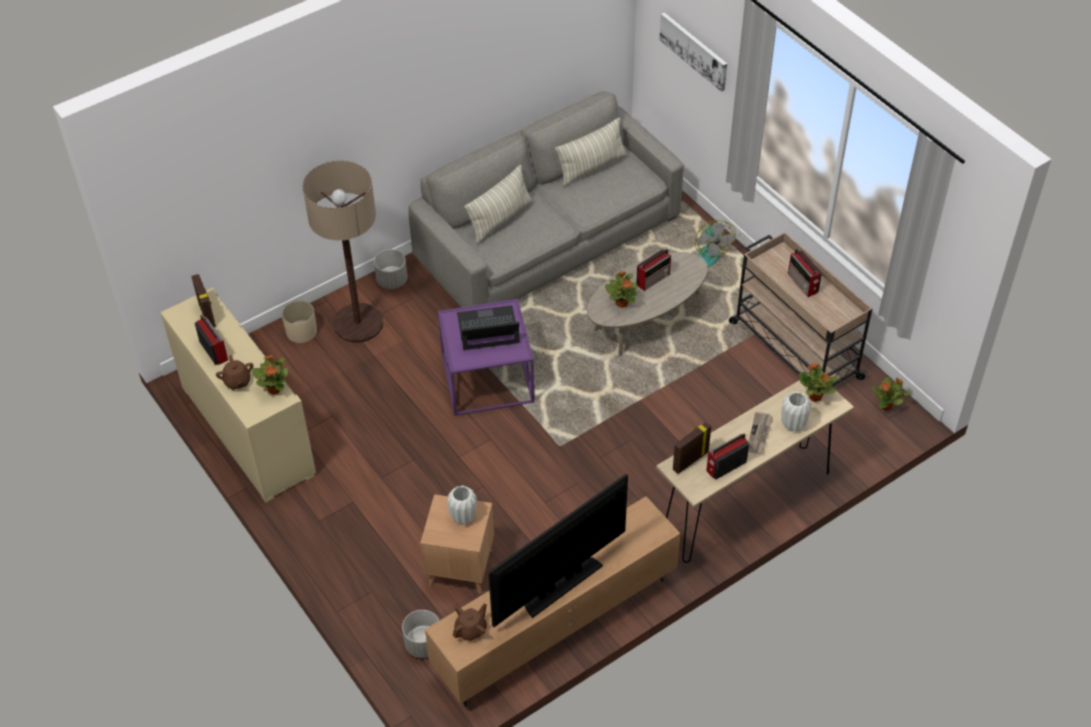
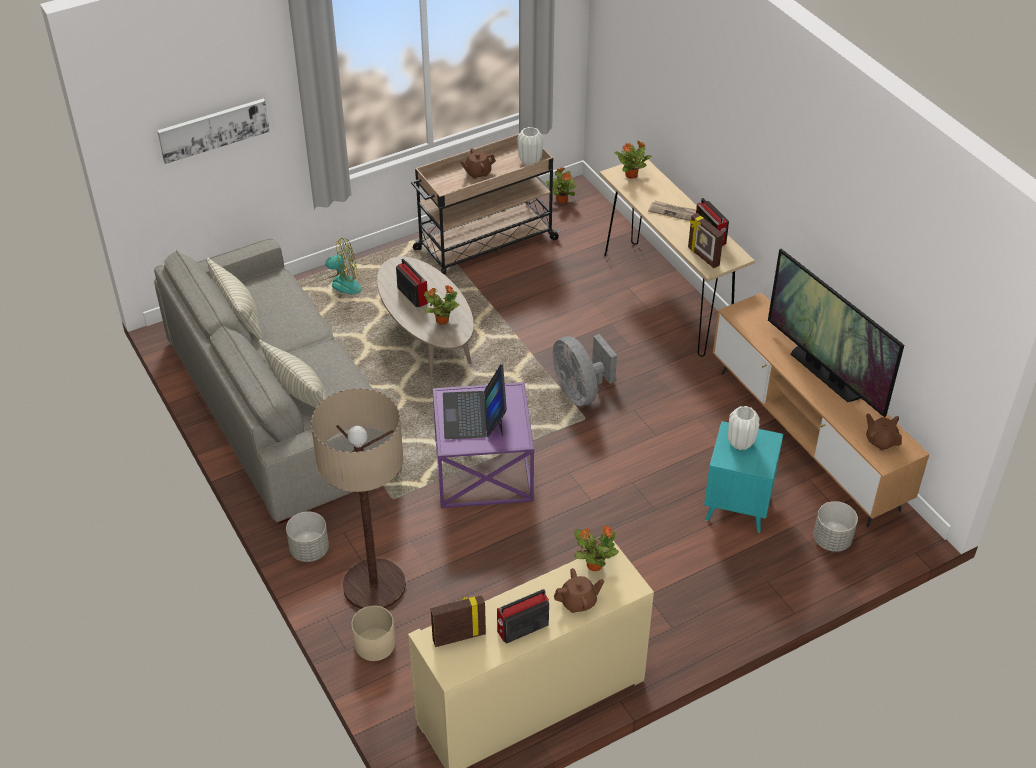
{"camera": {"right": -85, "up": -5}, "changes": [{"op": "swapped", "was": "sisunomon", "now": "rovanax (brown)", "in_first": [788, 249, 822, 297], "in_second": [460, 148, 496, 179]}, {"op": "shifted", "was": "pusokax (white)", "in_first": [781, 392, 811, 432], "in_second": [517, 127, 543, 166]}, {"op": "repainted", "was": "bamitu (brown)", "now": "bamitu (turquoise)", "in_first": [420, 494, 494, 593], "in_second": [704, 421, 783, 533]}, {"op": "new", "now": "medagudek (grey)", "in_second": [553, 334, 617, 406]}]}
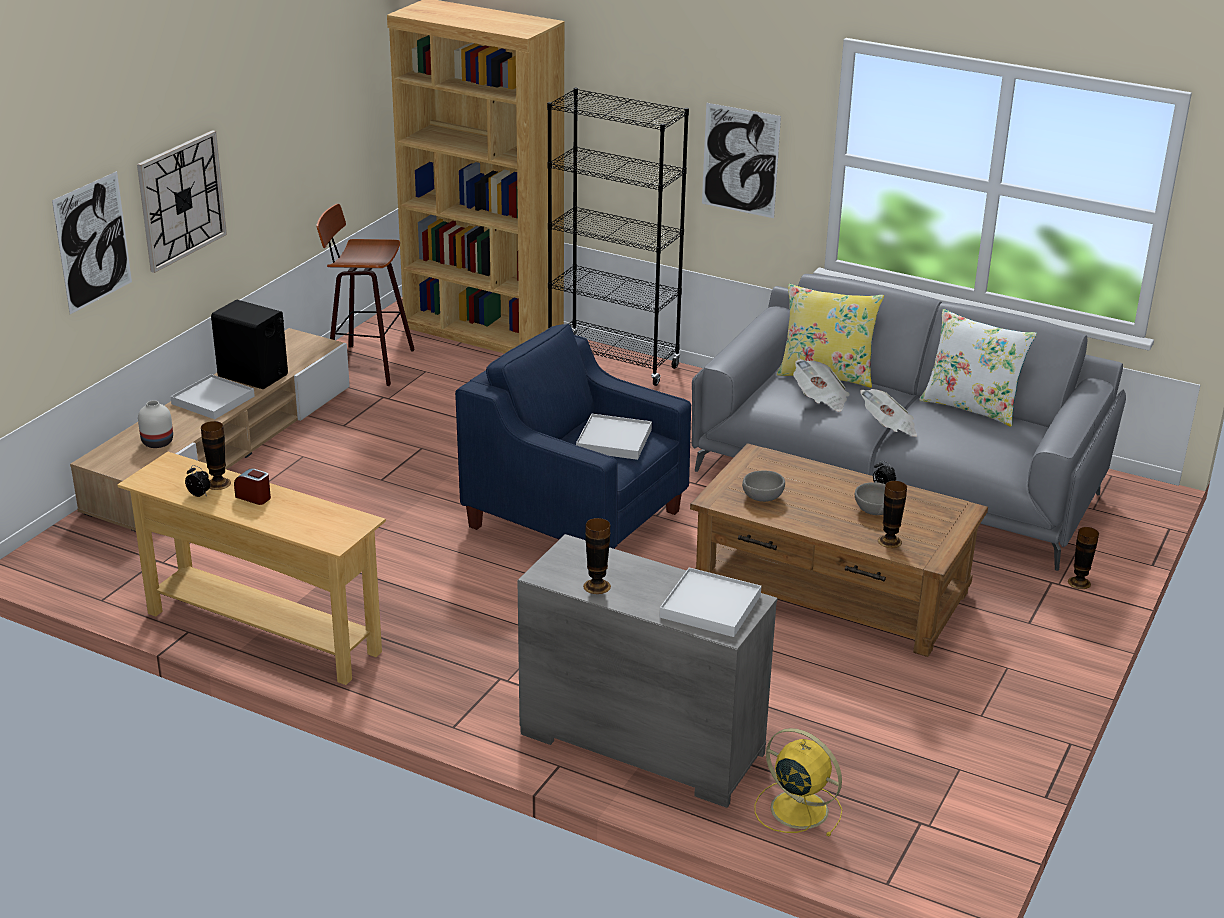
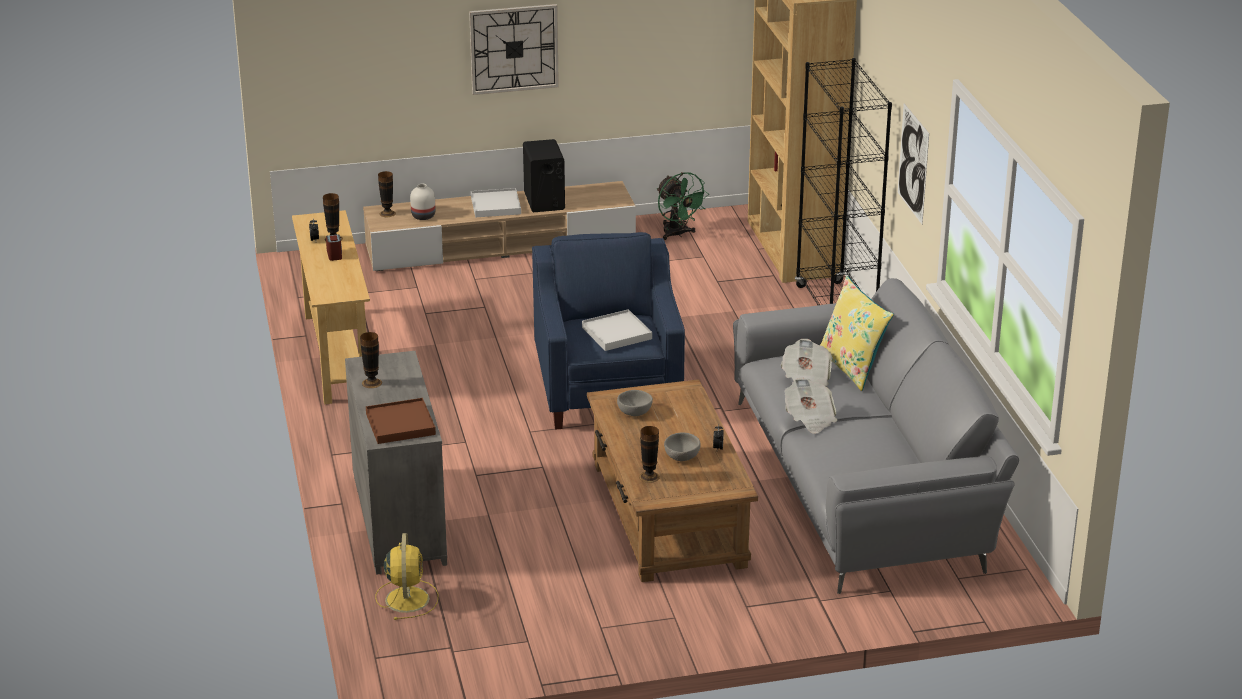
{"camera": {"right": 50, "up": 0}, "changes": [{"op": "gone", "was": "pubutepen", "in_first": [52, 171, 132, 314]}, {"op": "swapped", "was": "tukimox", "now": "medagudek (green)", "in_first": [316, 204, 415, 386], "in_second": [657, 172, 709, 240]}, {"op": "gone", "was": "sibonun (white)", "in_first": [919, 309, 1037, 427]}, {"op": "shifted", "was": "pusokax", "in_first": [1068, 527, 1099, 589], "in_second": [378, 171, 396, 217]}, {"op": "repainted", "was": "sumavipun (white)", "now": "sumavipun (brown)", "in_first": [660, 567, 761, 637], "in_second": [366, 398, 436, 444]}]}
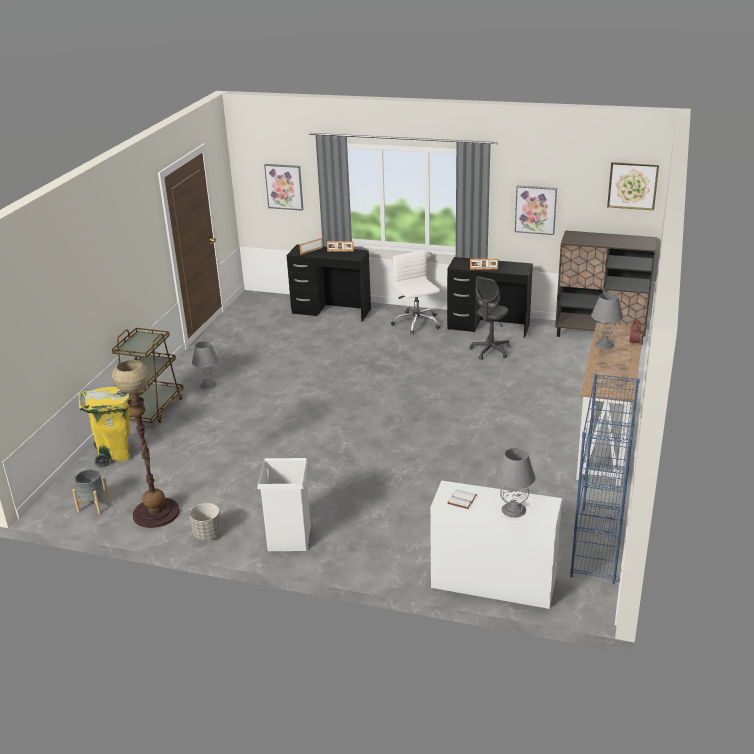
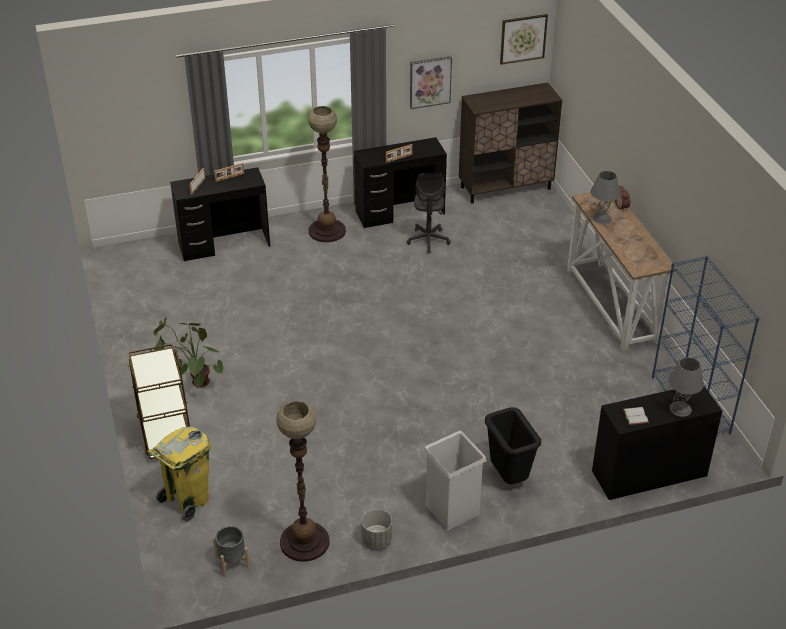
{"camera": {"right": -35, "up": 10}, "changes": [{"op": "gone", "was": "pubutepen", "in_first": [264, 164, 303, 211]}, {"op": "swapped", "was": "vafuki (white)", "now": "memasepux", "in_first": [391, 250, 440, 335], "in_second": [308, 106, 346, 242]}, {"op": "swapped", "was": "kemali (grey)", "now": "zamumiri", "in_first": [192, 341, 219, 389], "in_second": [153, 317, 223, 388]}, {"op": "repainted", "was": "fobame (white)", "now": "fobame (black)", "in_first": [430, 481, 562, 609], "in_second": [592, 386, 722, 500]}, {"op": "new", "now": "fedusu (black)", "in_second": [485, 407, 541, 484]}]}
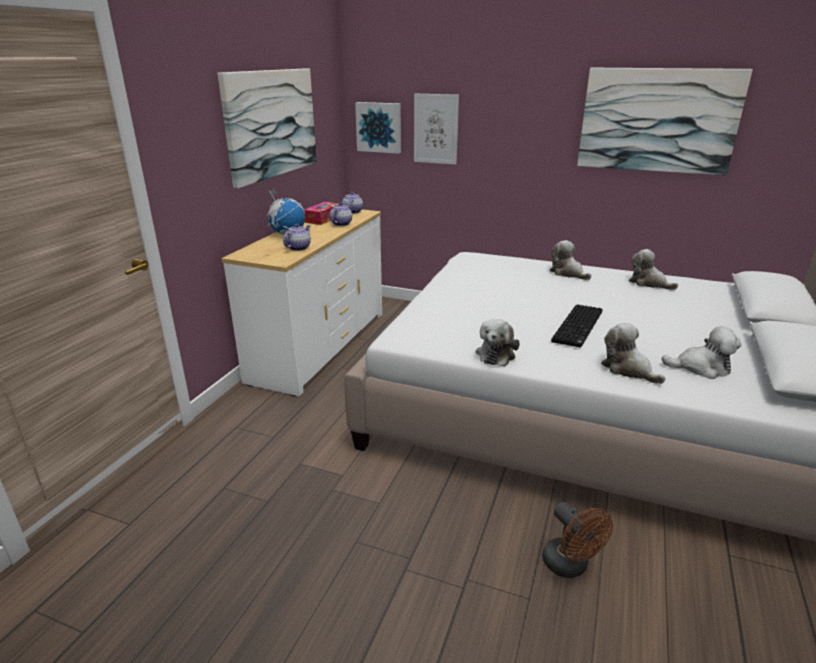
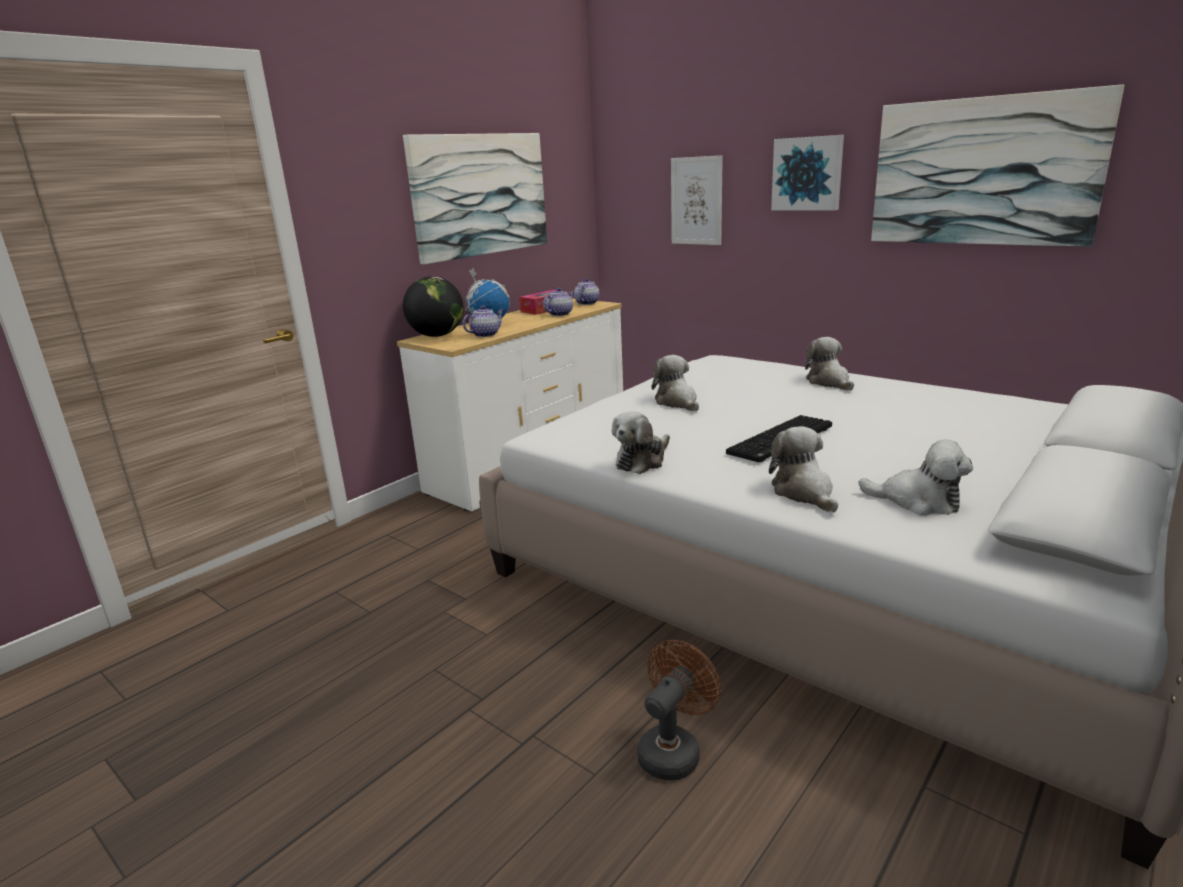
{"camera": {"right": 20, "up": -5}, "changes": [{"op": "shifted", "was": "pubutepen", "in_first": [355, 102, 401, 154], "in_second": [771, 135, 844, 210]}, {"op": "shifted", "was": "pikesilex", "in_first": [629, 249, 678, 290], "in_second": [652, 355, 699, 411]}, {"op": "rotated", "was": "medagudek (brown)", "in_first": [542, 502, 613, 578], "in_second": [637, 640, 721, 781], "clockwise": -135}, {"op": "new", "now": "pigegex", "in_second": [403, 276, 464, 337]}]}
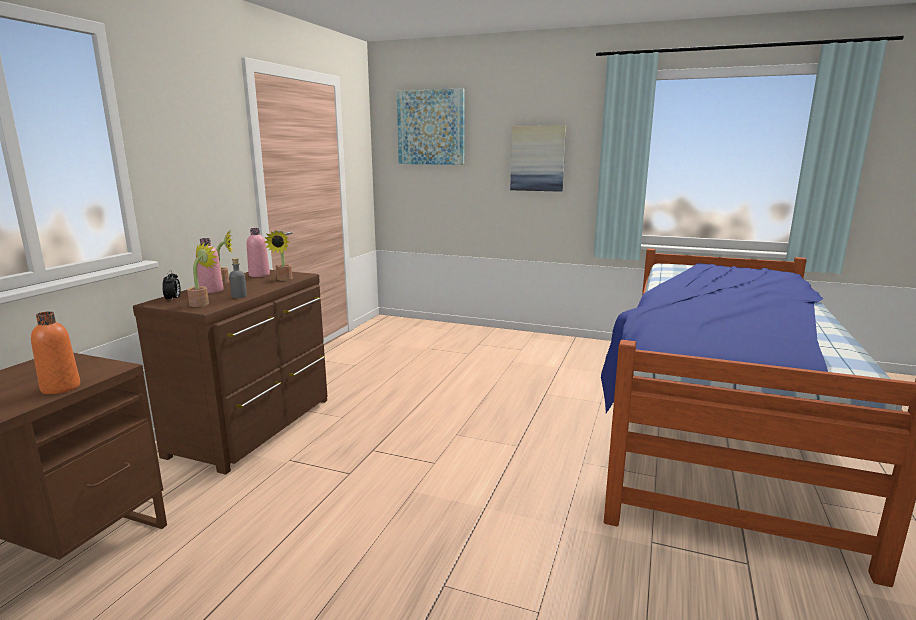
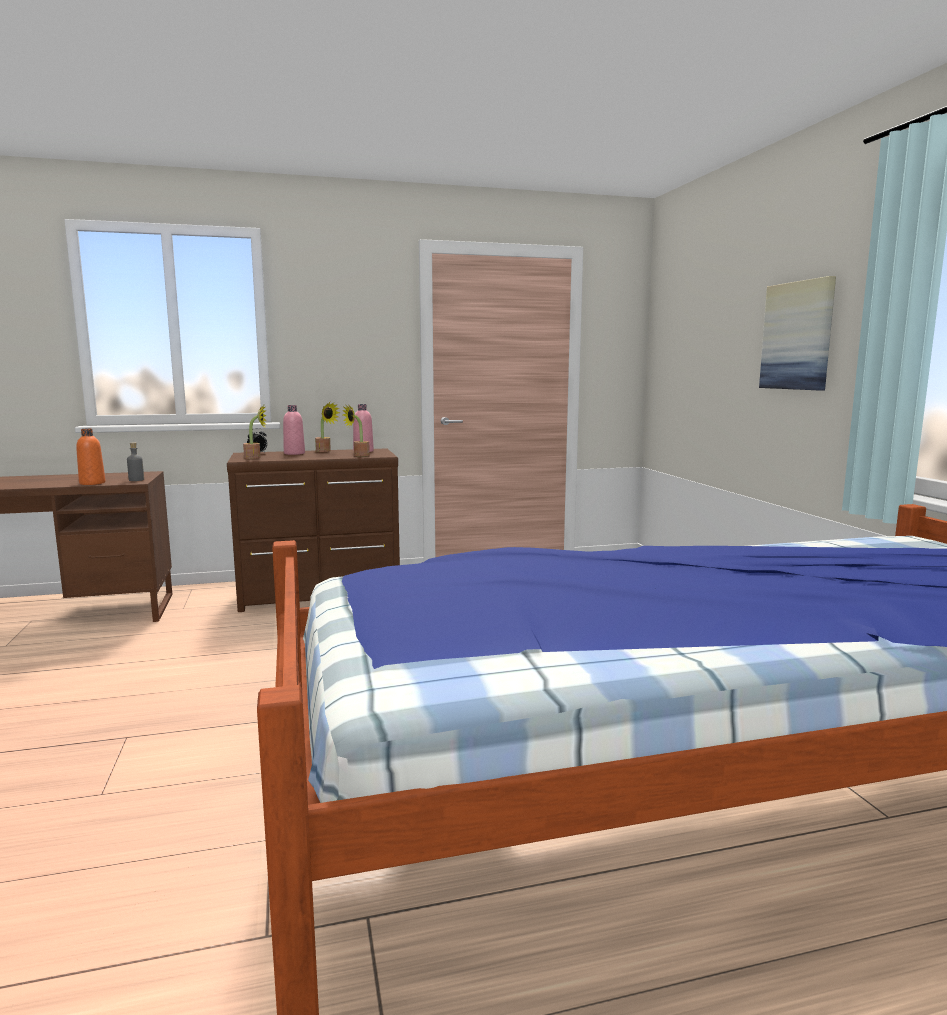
{"camera": {"right": 55, "up": -5}, "changes": [{"op": "gone", "was": "pubutepen", "in_first": [397, 88, 465, 165]}, {"op": "shifted", "was": "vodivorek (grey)", "in_first": [229, 258, 247, 298], "in_second": [127, 442, 144, 481]}]}
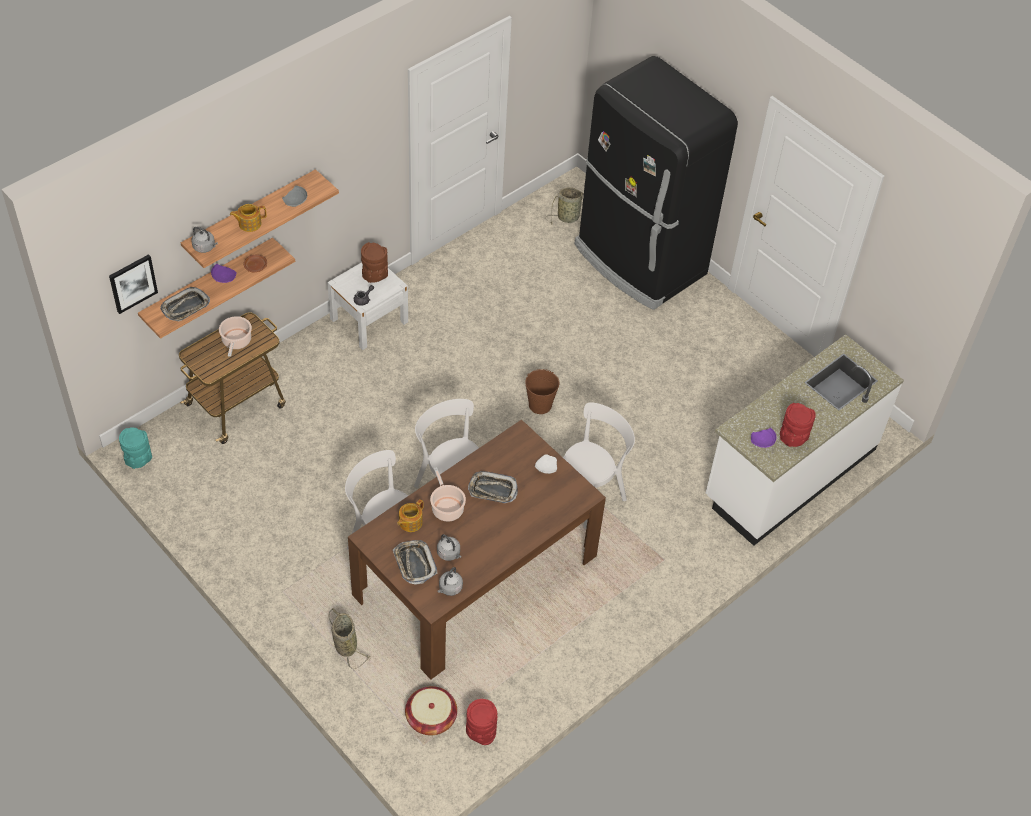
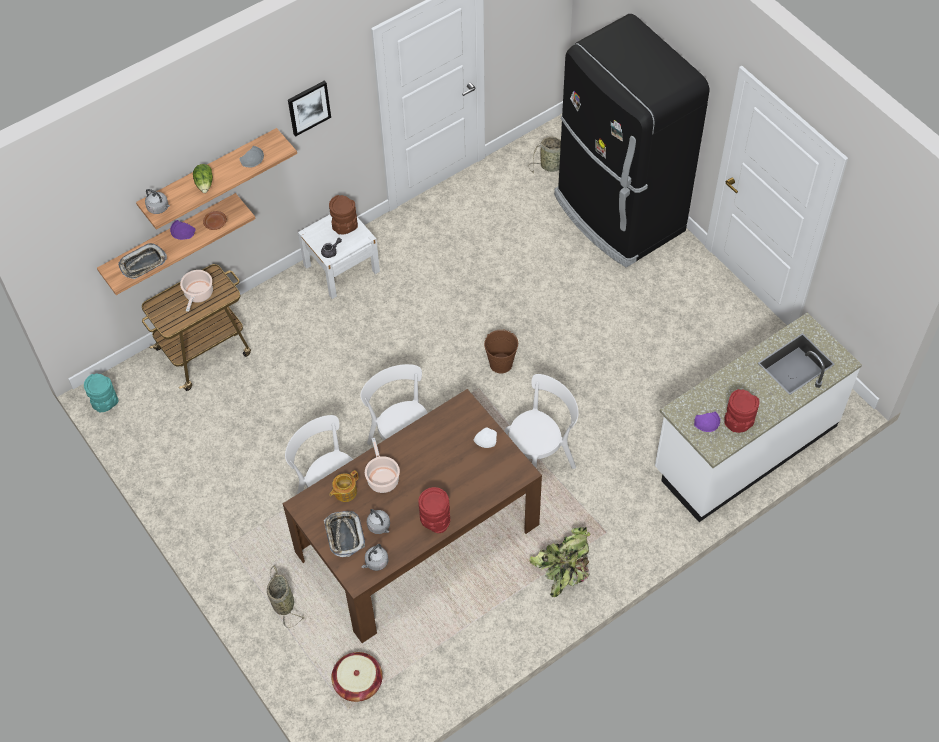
{"camera": {"right": 10, "up": 5}, "changes": [{"op": "swapped", "was": "rovanax", "now": "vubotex", "in_first": [230, 204, 266, 232], "in_second": [193, 164, 213, 193]}, {"op": "shifted", "was": "pubutepen", "in_first": [109, 254, 158, 314], "in_second": [288, 80, 331, 137]}, {"op": "gone", "was": "sumavipun", "in_first": [468, 471, 518, 503]}, {"op": "shifted", "was": "pusokax (red)", "in_first": [466, 699, 497, 745], "in_second": [418, 487, 450, 533]}, {"op": "new", "now": "zamumiri", "in_second": [529, 527, 590, 597]}]}
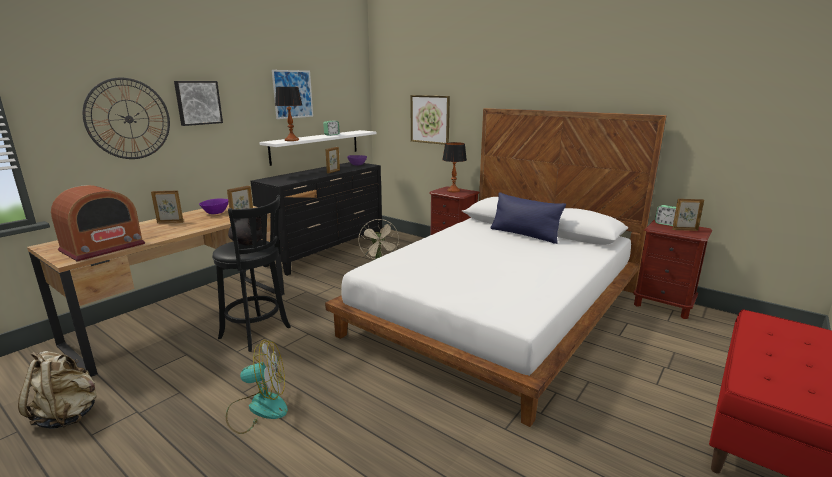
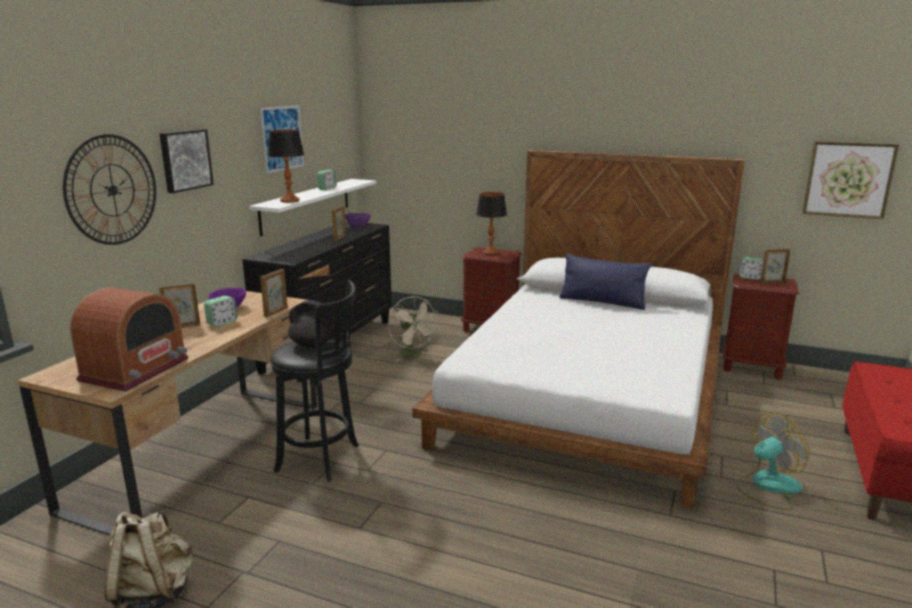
{"camera": {"right": -15, "up": 0}, "changes": [{"op": "shifted", "was": "pubutepen", "in_first": [411, 95, 450, 145], "in_second": [802, 142, 899, 219]}, {"op": "shifted", "was": "medagudek", "in_first": [226, 340, 288, 434], "in_second": [736, 413, 809, 510]}, {"op": "new", "now": "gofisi", "in_second": [204, 296, 238, 327]}]}
